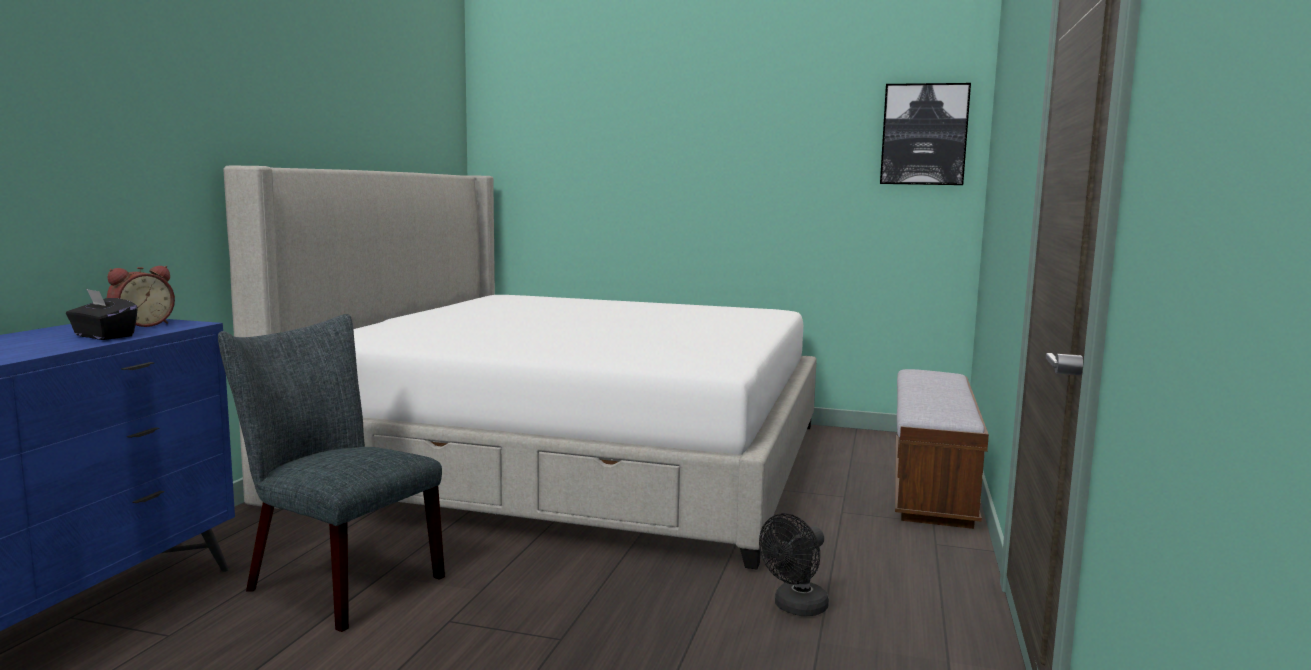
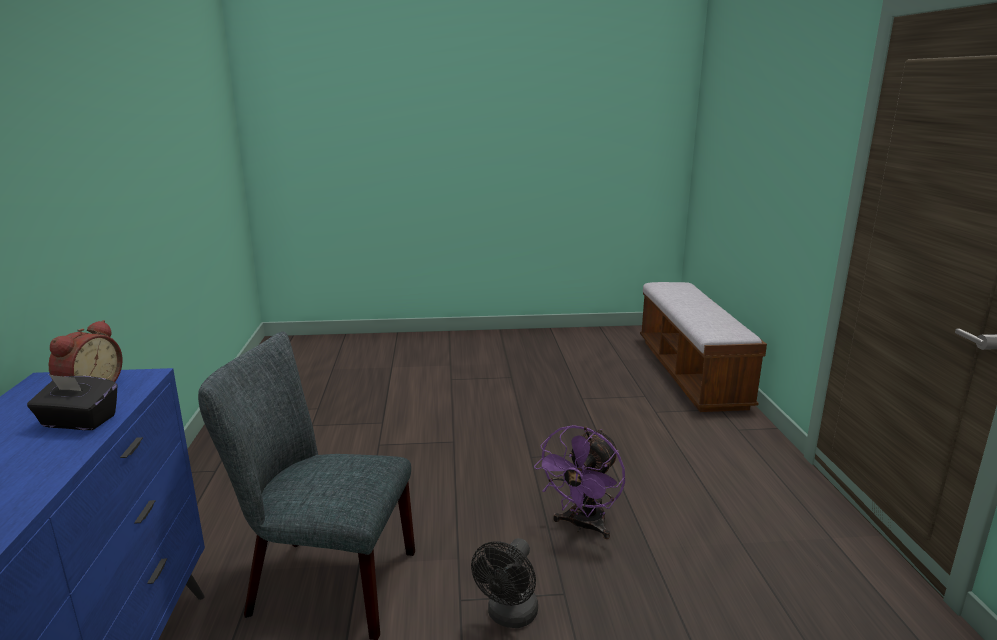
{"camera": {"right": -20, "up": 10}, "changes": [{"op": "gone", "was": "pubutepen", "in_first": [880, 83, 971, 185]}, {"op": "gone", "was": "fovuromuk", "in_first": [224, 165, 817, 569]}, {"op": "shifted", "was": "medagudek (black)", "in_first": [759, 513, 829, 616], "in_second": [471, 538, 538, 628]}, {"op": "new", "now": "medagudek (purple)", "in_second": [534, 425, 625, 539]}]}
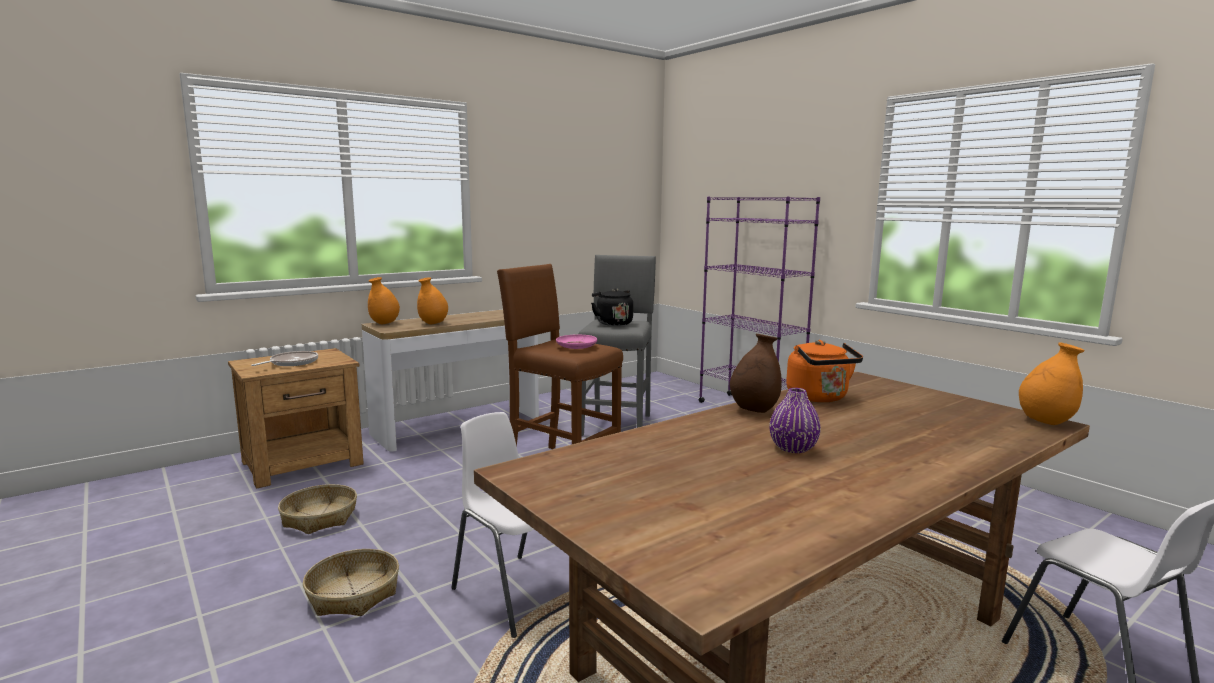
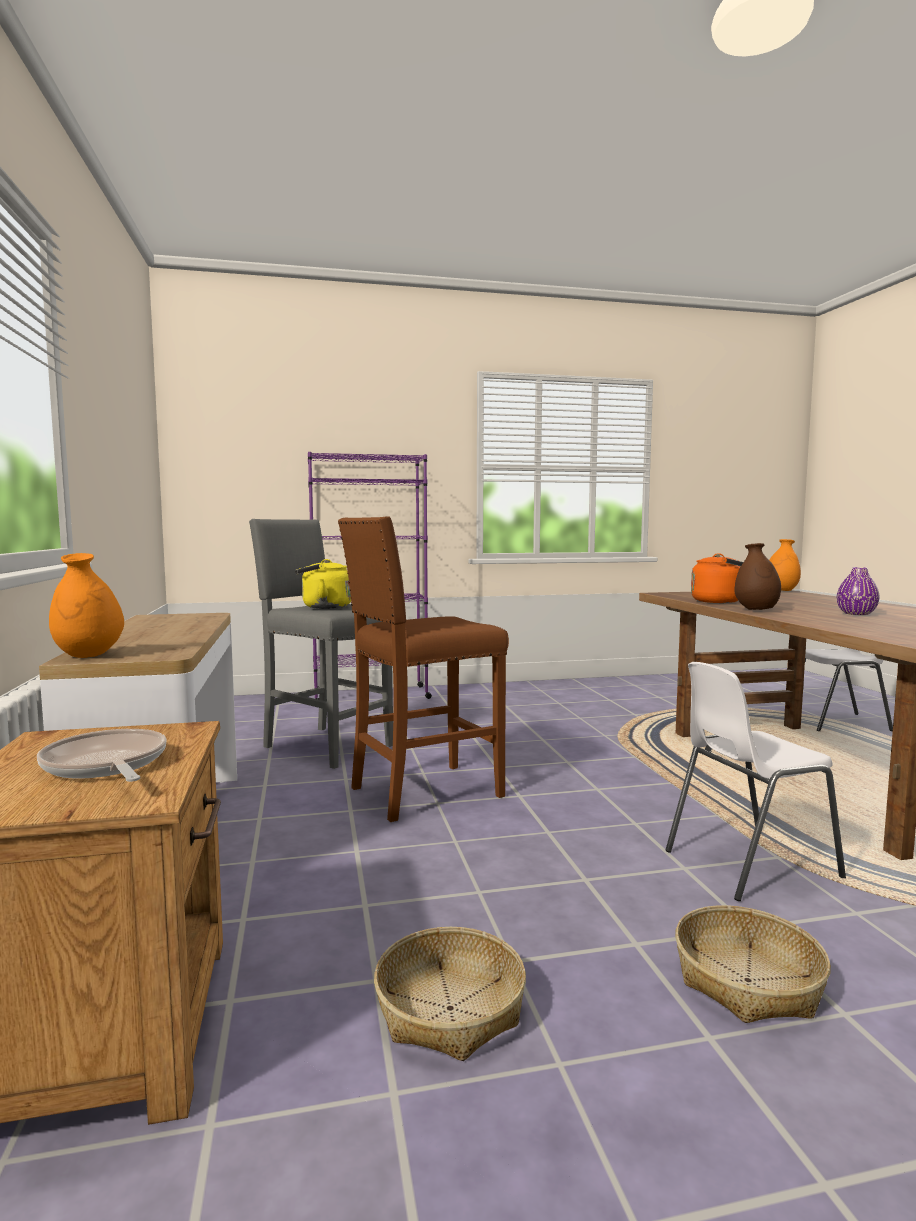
{"camera": {"right": -65, "up": -5}, "changes": [{"op": "gone", "was": "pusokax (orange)", "in_first": [417, 277, 448, 325]}, {"op": "repainted", "was": "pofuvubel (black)", "now": "pofuvubel (yellow)", "in_first": [591, 289, 633, 326], "in_second": [295, 559, 351, 609]}, {"op": "gone", "was": "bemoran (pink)", "in_first": [556, 335, 597, 349]}]}
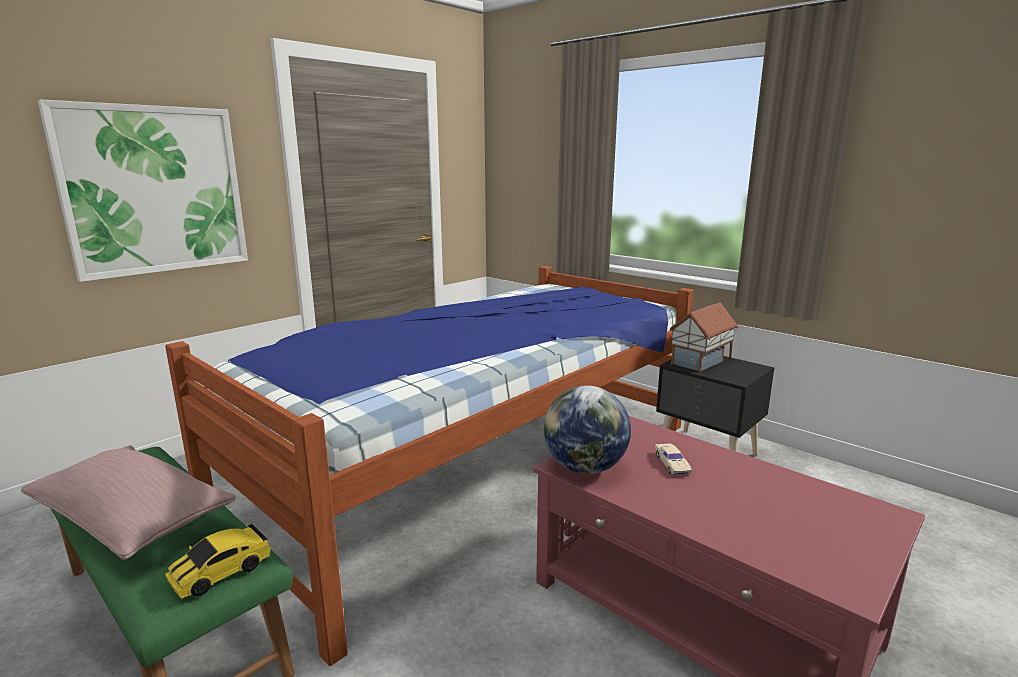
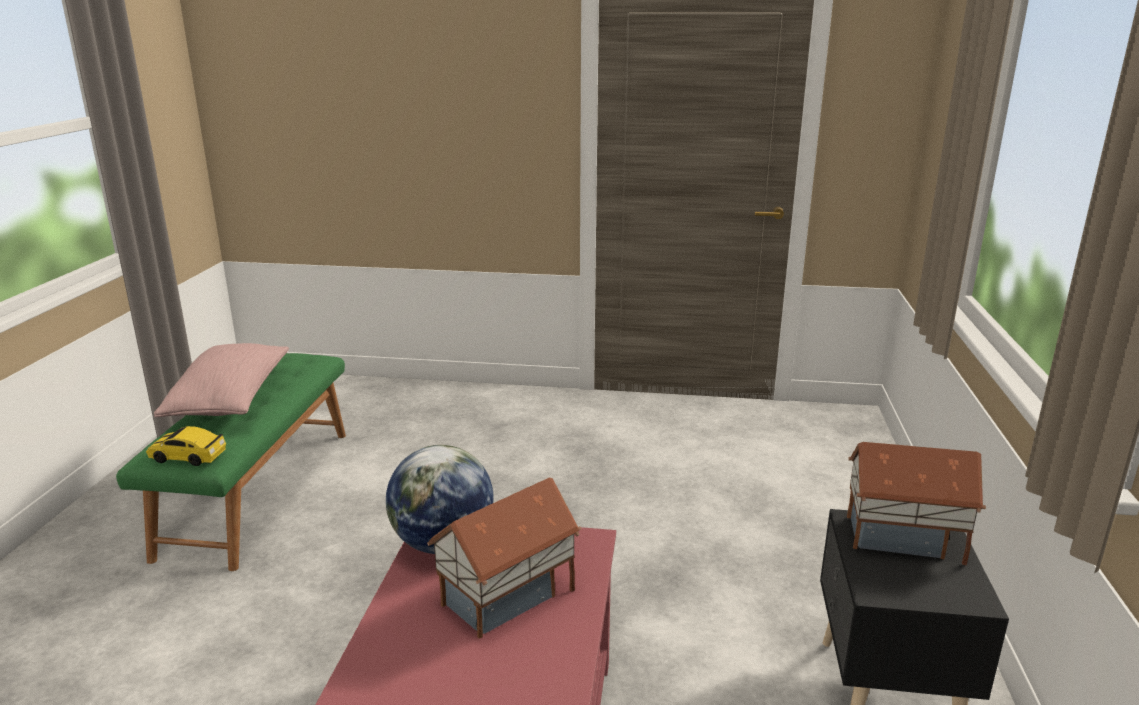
{"camera": {"right": 55, "up": 5}, "changes": [{"op": "gone", "was": "pubutepen", "in_first": [38, 99, 248, 282]}, {"op": "gone", "was": "fovuromuk", "in_first": [165, 266, 694, 666]}, {"op": "swapped", "was": "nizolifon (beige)", "now": "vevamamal", "in_first": [655, 444, 692, 474], "in_second": [427, 478, 581, 639]}]}
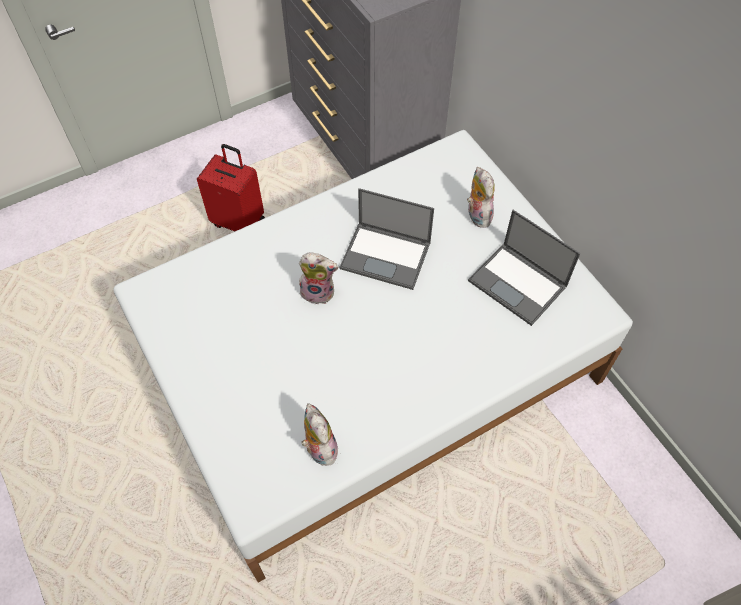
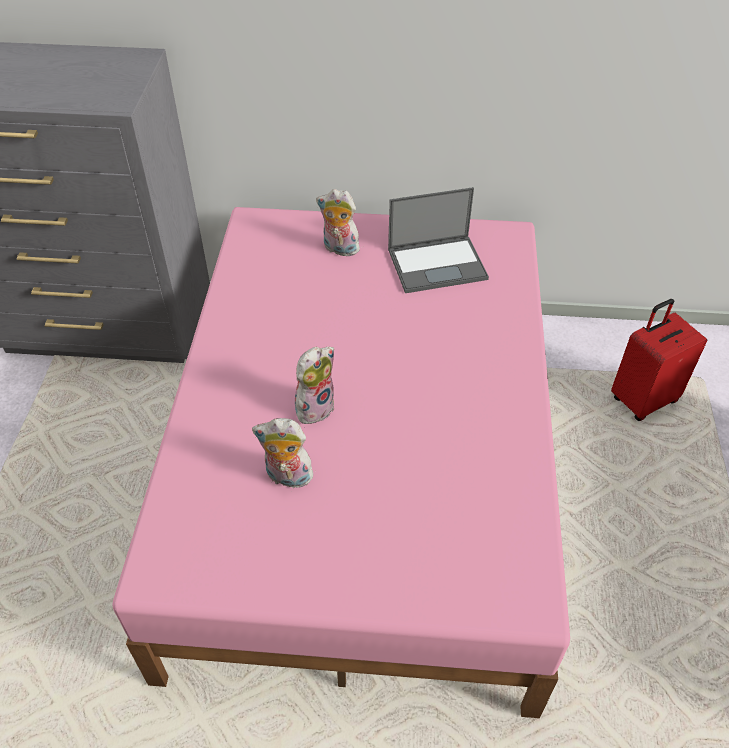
{"camera": {"right": -55, "up": -10}, "changes": [{"op": "repainted", "was": "fovuromuk (white)", "now": "fovuromuk (pink)", "in_first": [113, 130, 633, 583], "in_second": [112, 207, 570, 718]}, {"op": "shifted", "was": "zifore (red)", "in_first": [197, 144, 265, 232], "in_second": [611, 299, 707, 421]}, {"op": "gone", "was": "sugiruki", "in_first": [340, 188, 434, 290]}, {"op": "shifted", "was": "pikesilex", "in_first": [301, 403, 339, 466], "in_second": [252, 418, 313, 488]}]}
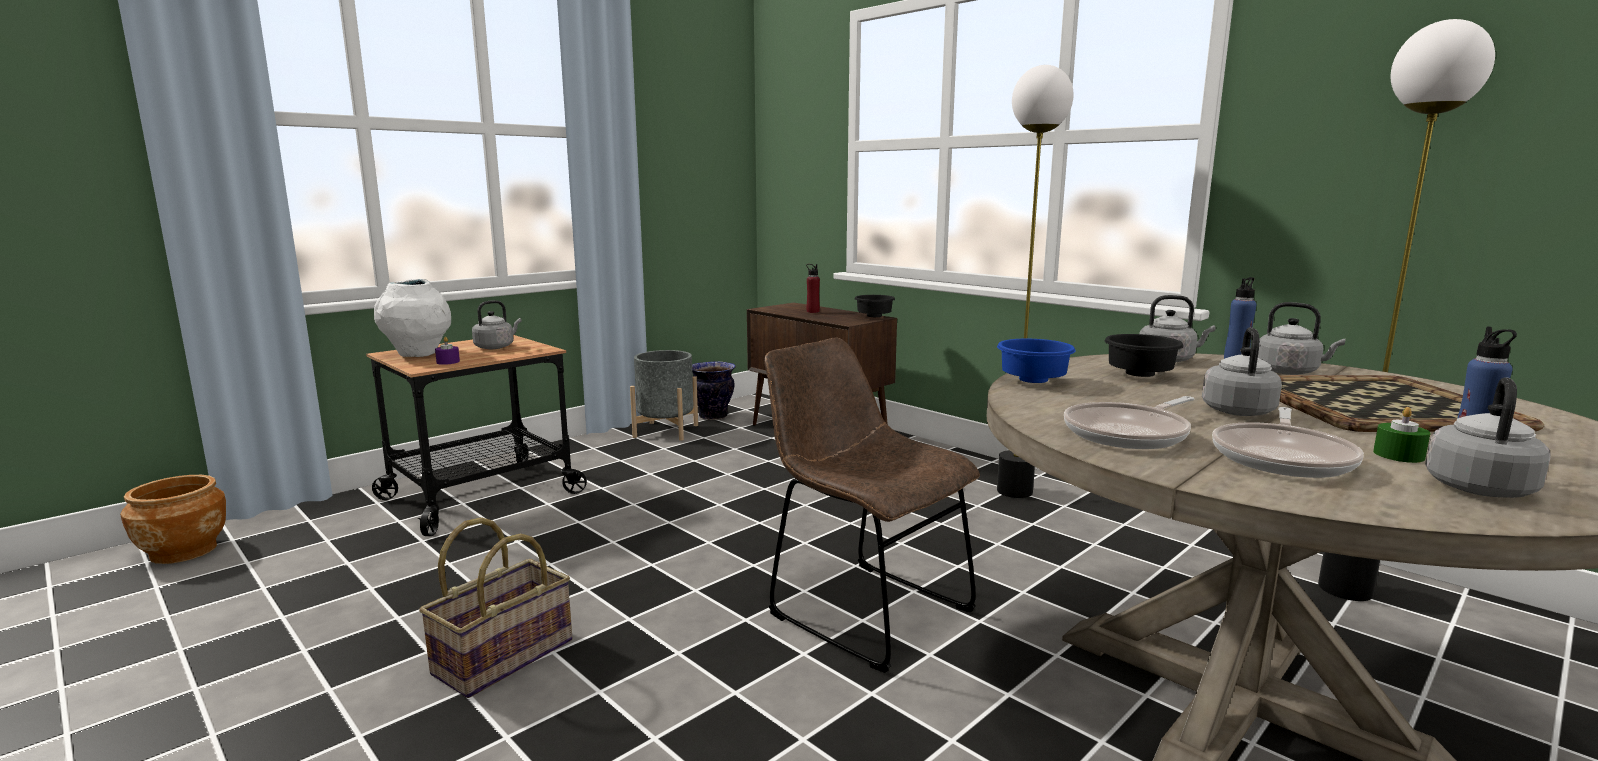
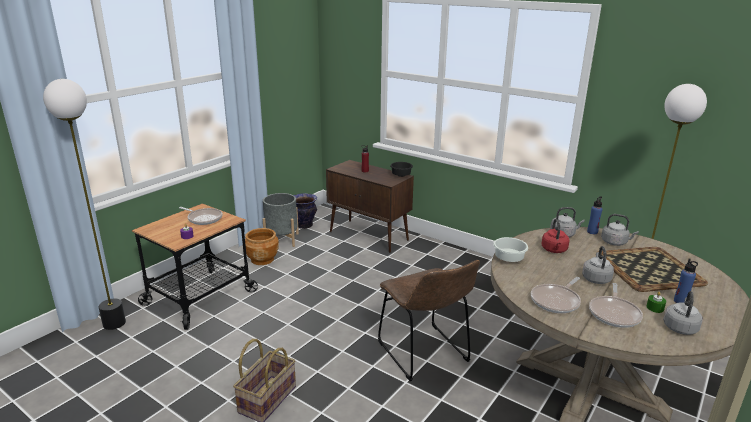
{"camera": {"right": -10, "up": 10}, "changes": [{"op": "shifted", "was": "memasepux", "in_first": [997, 65, 1073, 498], "in_second": [43, 79, 126, 330]}, {"op": "gone", "was": "pusokax (white)", "in_first": [374, 279, 451, 357]}, {"op": "swapped", "was": "pofuvubel (grey)", "now": "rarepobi", "in_first": [472, 300, 521, 349], "in_second": [179, 207, 222, 225]}, {"op": "swapped", "was": "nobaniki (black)", "now": "pofuvubel (red)", "in_first": [1104, 334, 1184, 377], "in_second": [542, 219, 569, 253]}, {"op": "rotated", "was": "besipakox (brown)", "in_first": [764, 338, 980, 673], "in_second": [378, 260, 480, 381], "clockwise": -150}, {"op": "repainted", "was": "nobaniki (blue)", "now": "nobaniki (white)", "in_first": [997, 339, 1076, 383], "in_second": [493, 237, 528, 262]}, {"op": "shifted", "was": "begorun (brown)", "in_first": [120, 475, 226, 564], "in_second": [245, 228, 279, 265]}]}
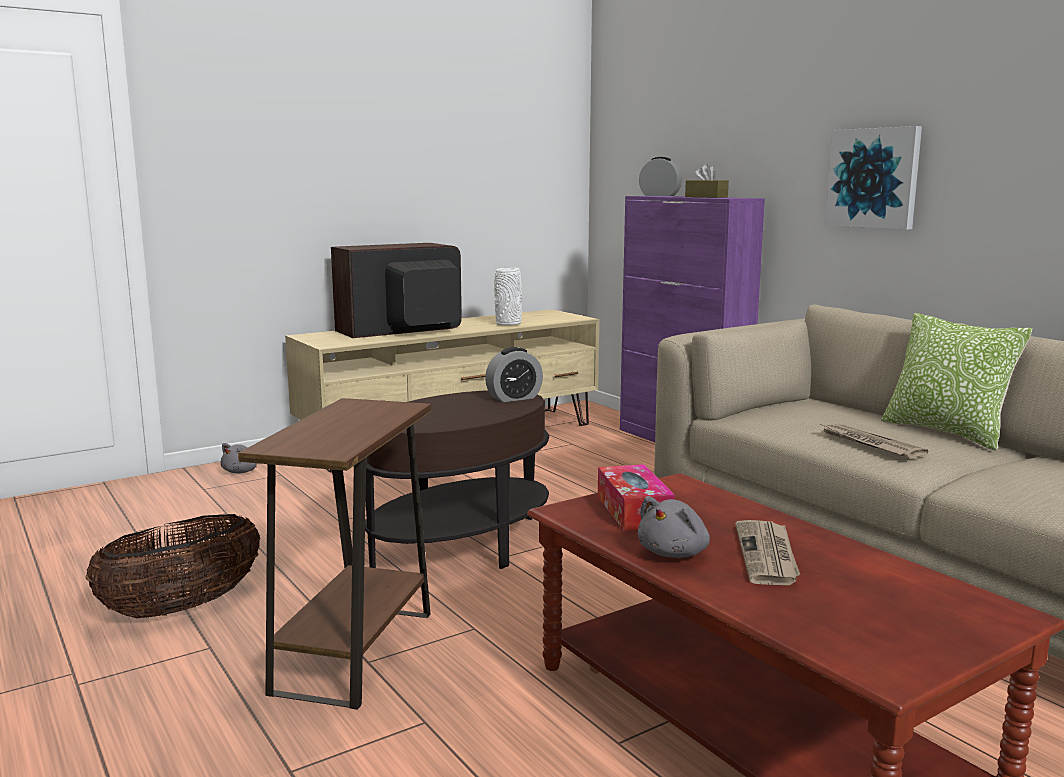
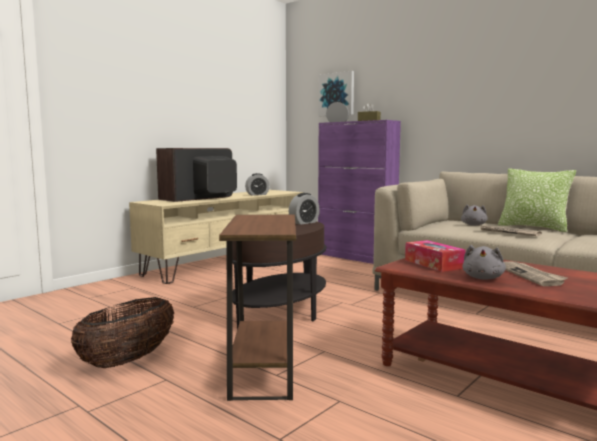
{"camera": {"right": -15, "up": -5}, "changes": [{"op": "shifted", "was": "pubutepen", "in_first": [825, 126, 922, 230], "in_second": [318, 71, 354, 116]}, {"op": "swapped", "was": "pusokax (white)", "now": "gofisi", "in_first": [494, 268, 522, 325], "in_second": [245, 173, 270, 195]}, {"op": "shifted", "was": "pikesilex (grey)", "in_first": [220, 443, 257, 473], "in_second": [461, 204, 488, 226]}]}
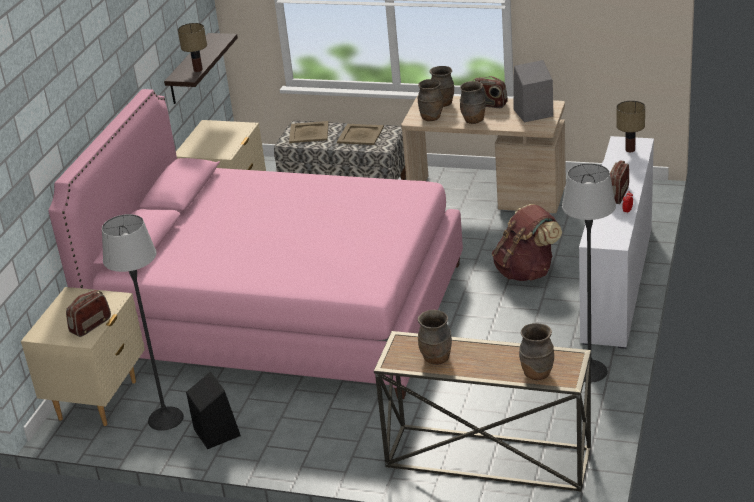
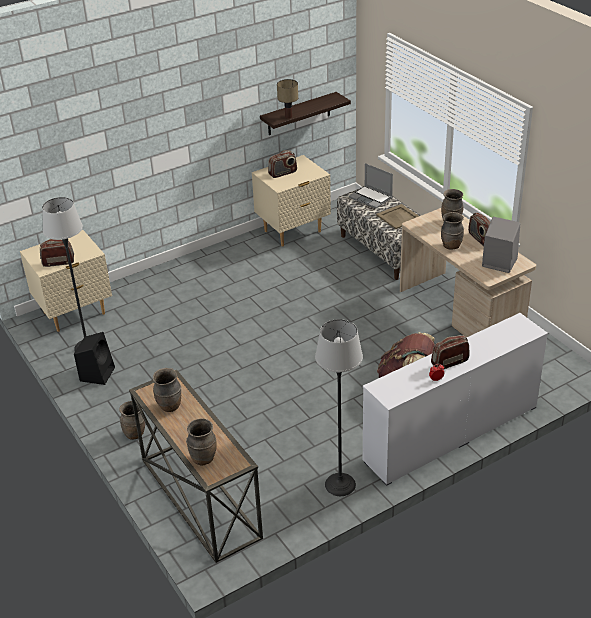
{"camera": {"right": 40, "up": 5}, "changes": [{"op": "shifted", "was": "pusokax (brown)", "in_first": [417, 79, 443, 121], "in_second": [119, 401, 145, 440]}, {"op": "gone", "was": "fovuromuk (pink)", "in_first": [48, 89, 463, 399]}, {"op": "gone", "was": "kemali", "in_first": [616, 101, 645, 152]}, {"op": "swapped", "was": "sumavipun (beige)", "now": "sugiruki", "in_first": [289, 121, 329, 143], "in_second": [349, 163, 393, 209]}, {"op": "new", "now": "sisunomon", "in_second": [268, 150, 297, 178]}]}
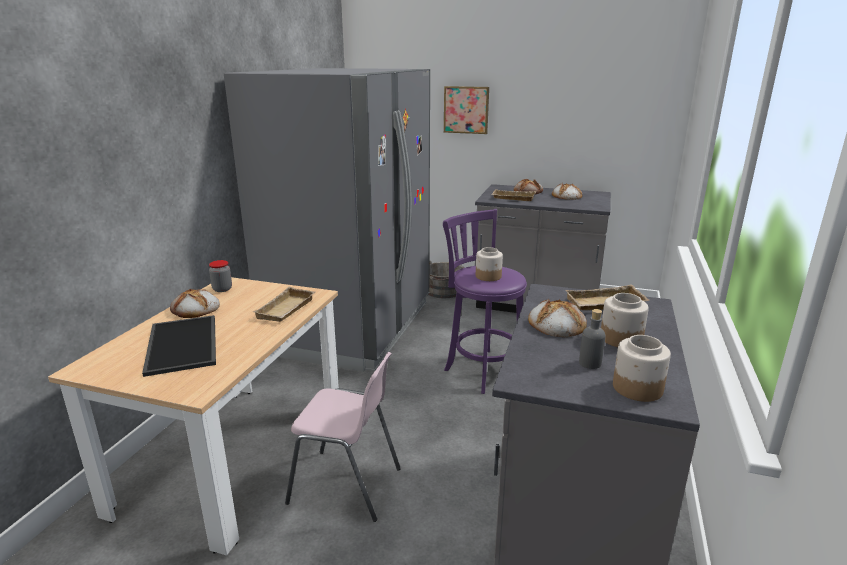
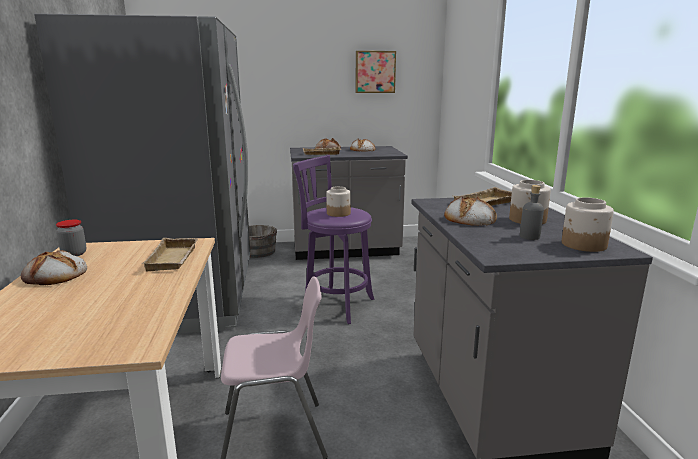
{"camera": {"right": -25, "up": -5}, "changes": [{"op": "shifted", "was": "pubutepen", "in_first": [444, 86, 489, 134], "in_second": [356, 51, 396, 93]}, {"op": "gone", "was": "sumavipun", "in_first": [142, 315, 216, 377]}]}
